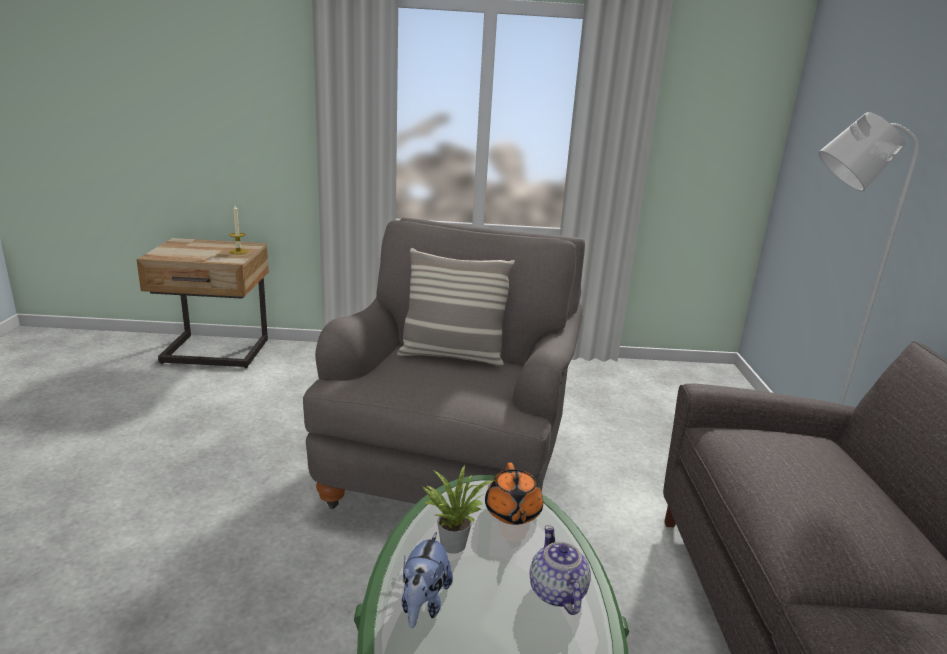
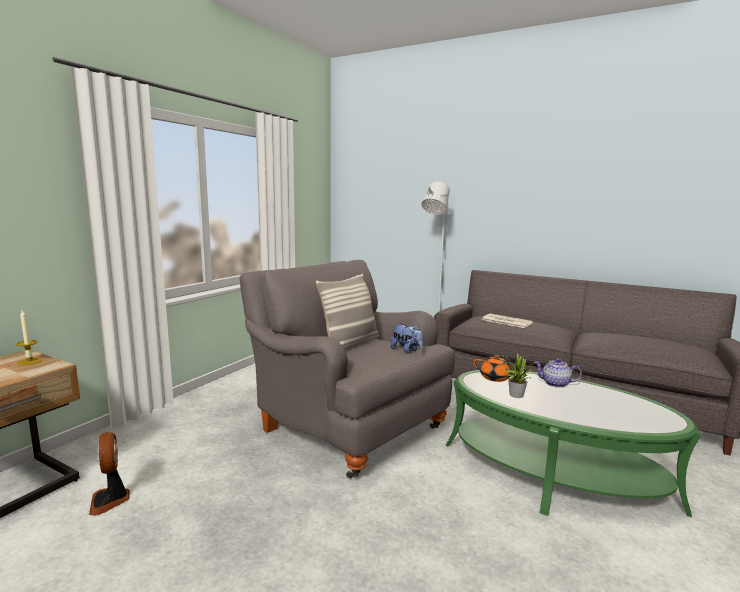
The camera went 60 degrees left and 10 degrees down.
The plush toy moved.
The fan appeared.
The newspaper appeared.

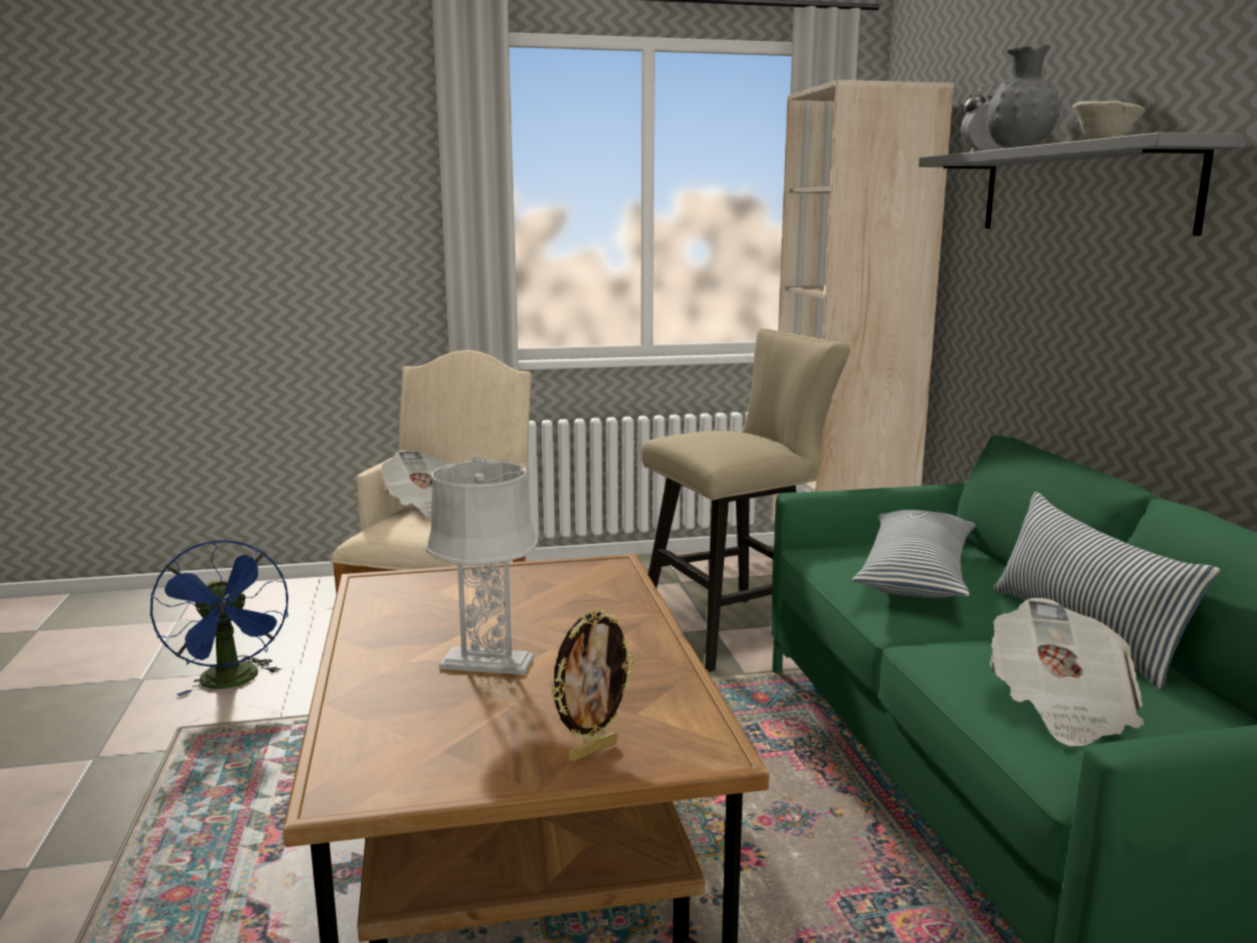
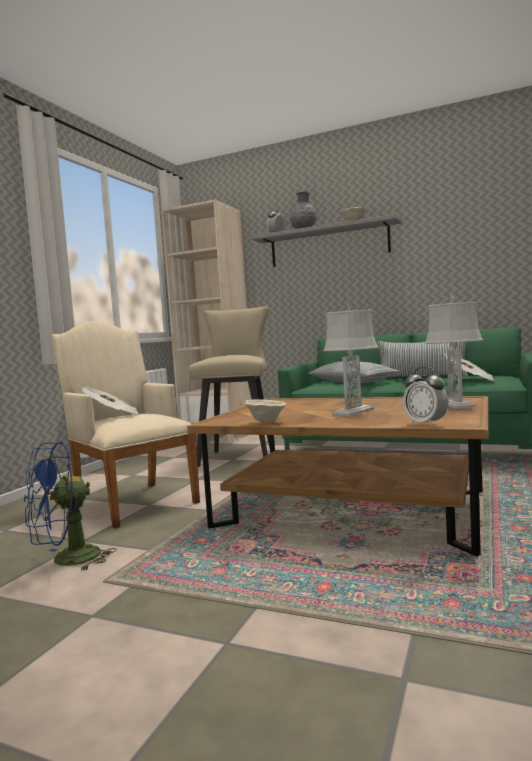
The camera went 55 degrees left and 10 degrees down.
The blue fan turned 135 degrees clockwise.
The picture frame was replaced by the grey table lamp (2nd from left).
The beige bowl (1st from left) appeared.
The alarm clock (2nd from left) appeared.

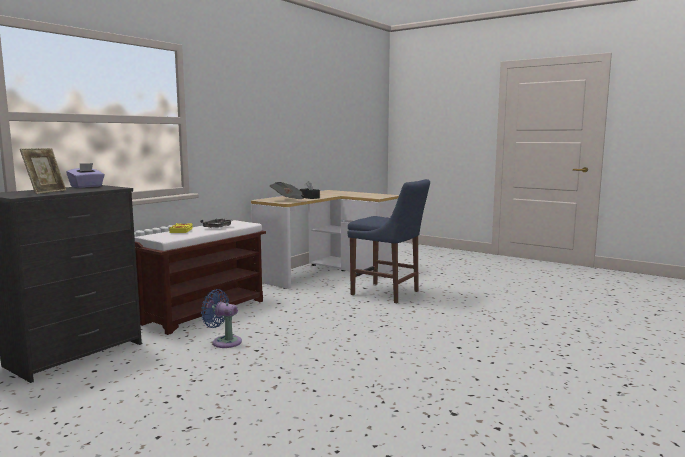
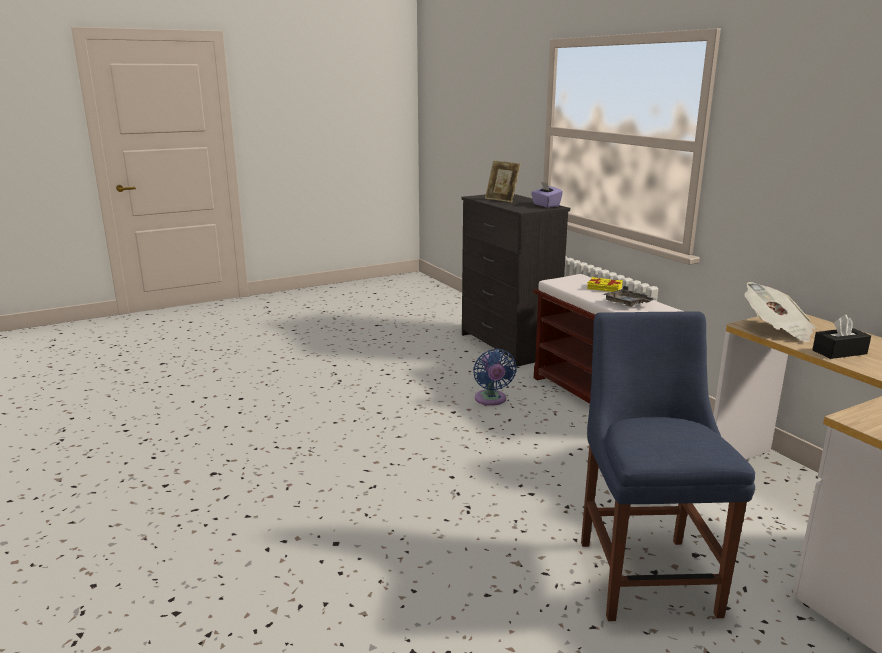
The camera went 115 degrees right and 10 degrees up.
The blue fan turned 120 degrees clockwise.
The blue chair turned 120 degrees clockwise.

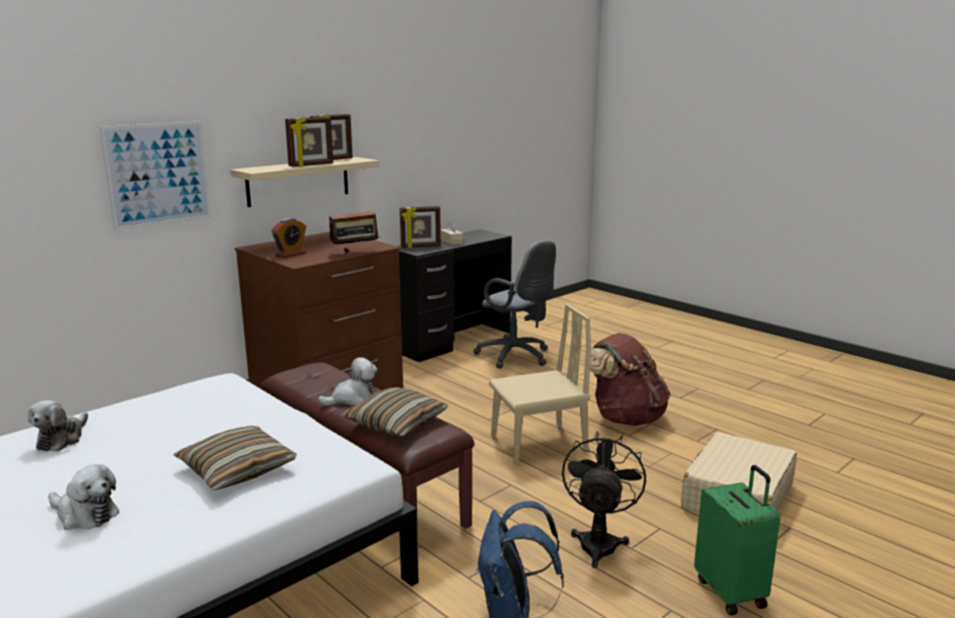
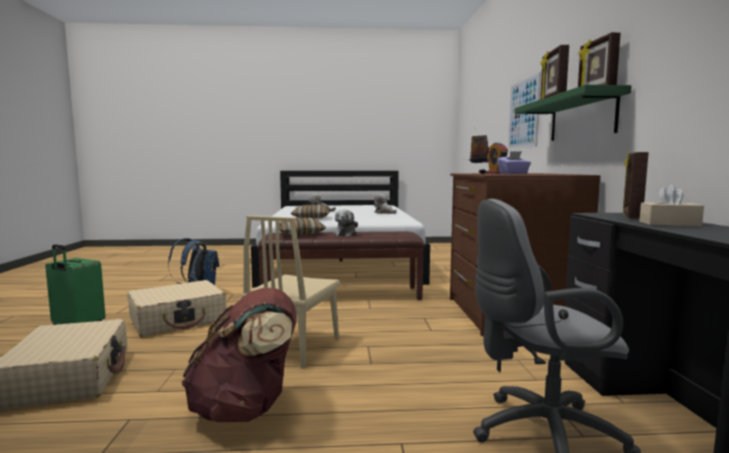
The camera went 130 degrees right and 10 degrees down.
The beige shelf became the green shelf.
The black fan was replaced by the beige suitcase (2nd from left).
The purple tissue box appeared.

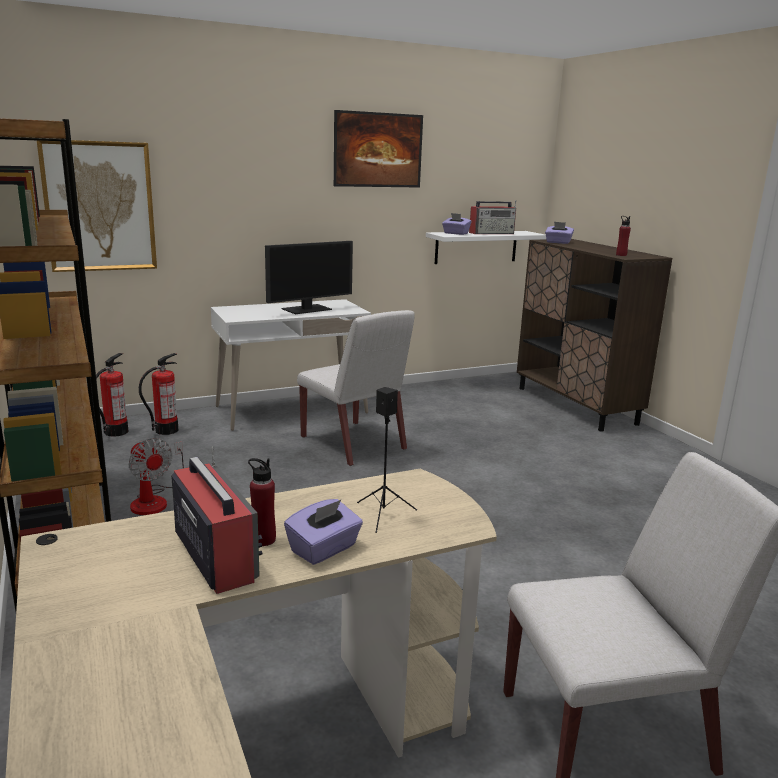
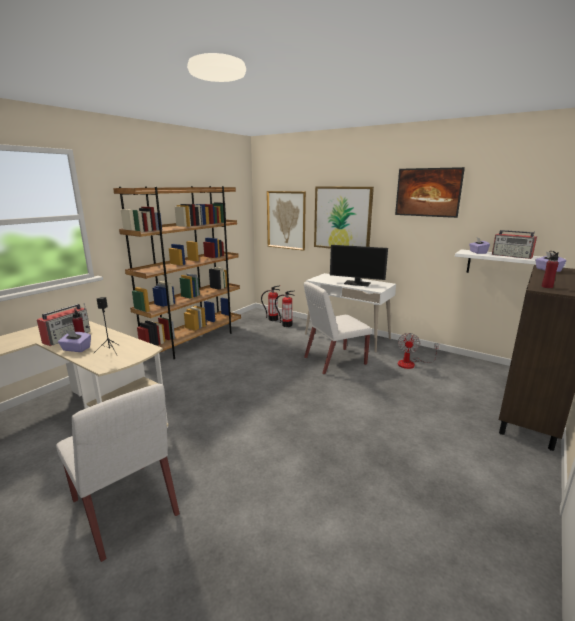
The camera went 60 degrees right and 0 degrees up.
The fan moved.
The white chair (1st from left in the first image) turned 45 degrees clockwise.
The picture (2nd from left) appeared.

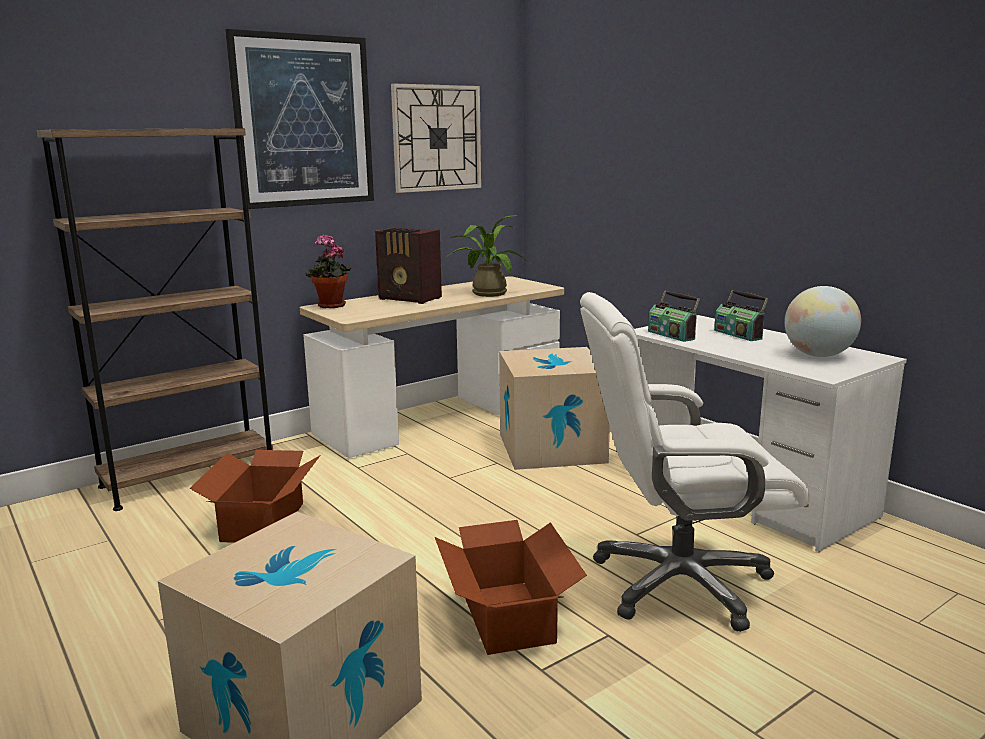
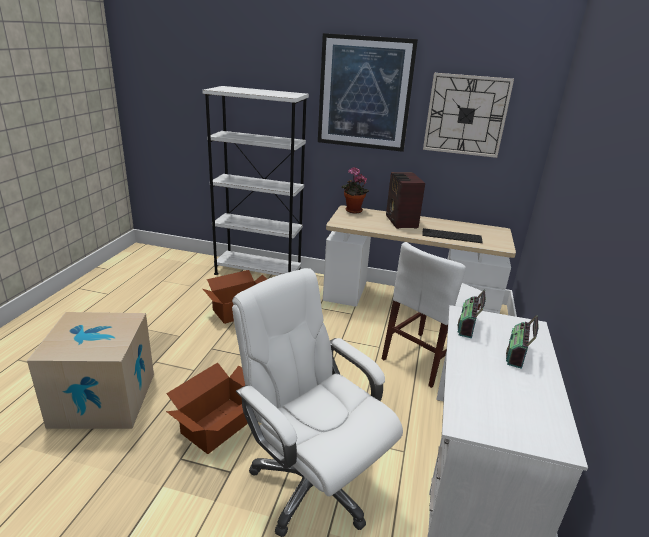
The camera went 50 degrees right and 10 degrees up.
The brown bookcase became the white bookcase.
The potted plant (2nd from left) was replaced by the keyboard.
The cardboard box (4th from left) was replaced by the white chair.
The globe disappeared.

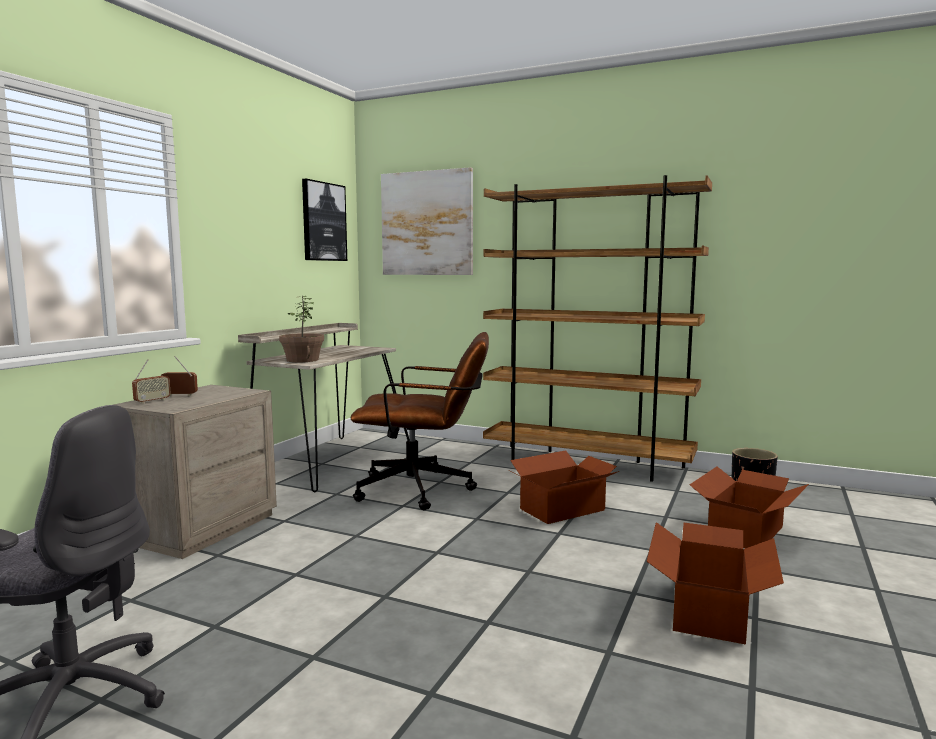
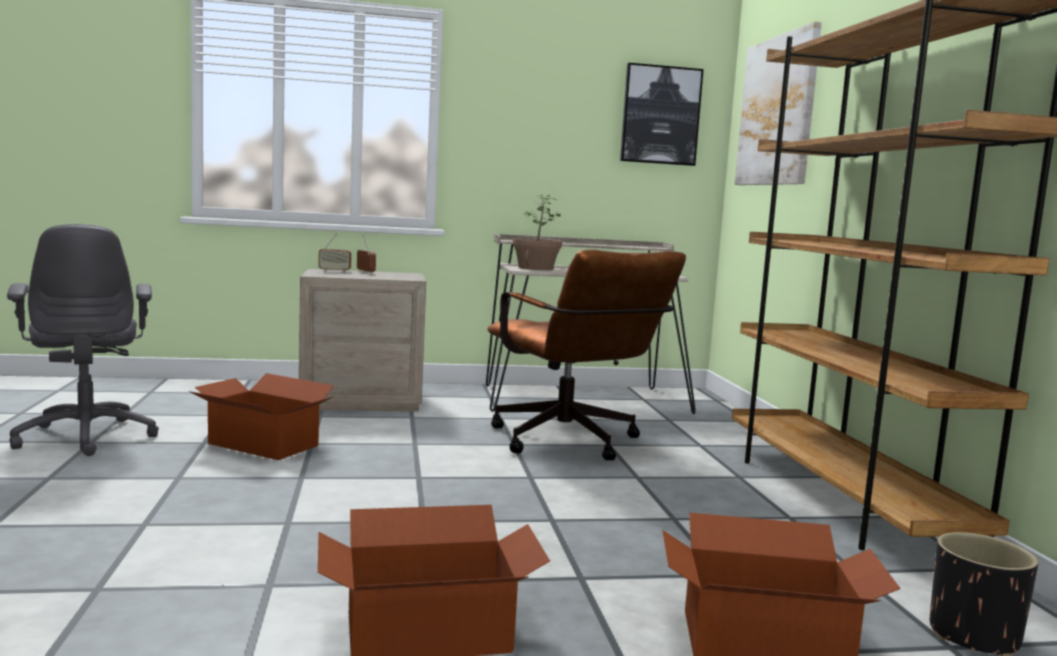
The camera went 55 degrees right and 0 degrees up.
The cardboard box (1st from left) moved.

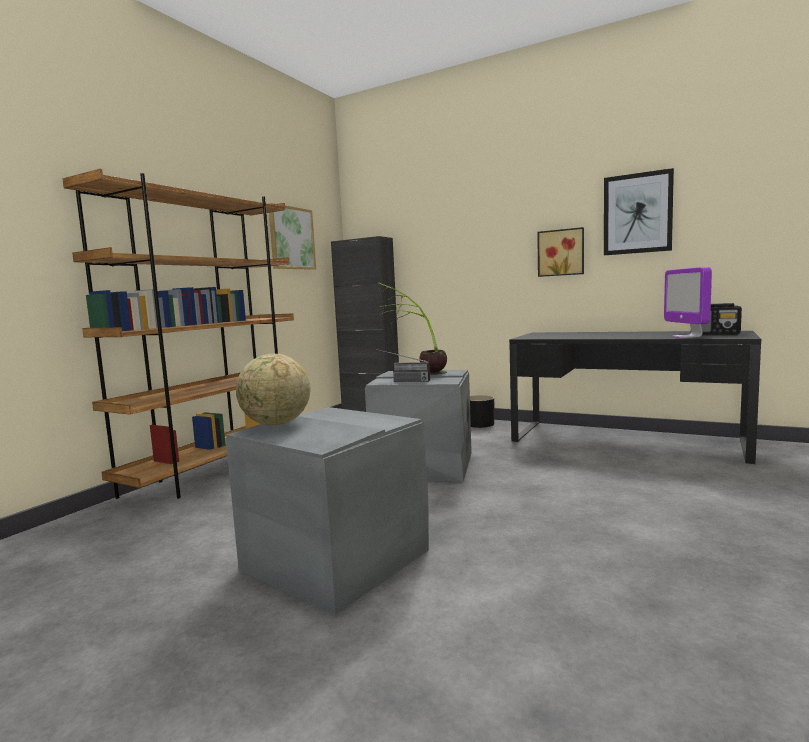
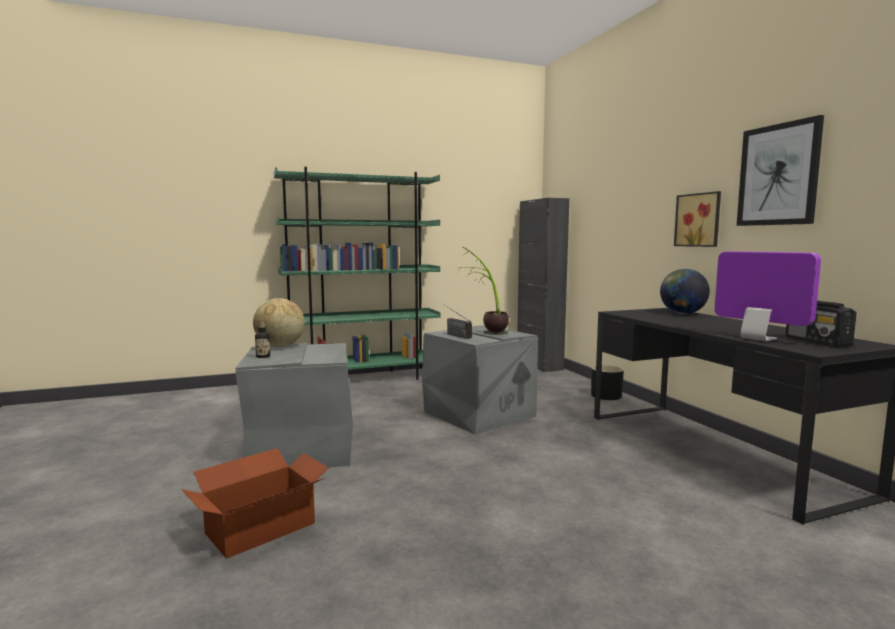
The camera went 40 degrees right and 0 degrees up.
The brown bookcase became the green bookcase.
The picture (1st from left) disappeared.
The monitor turned 105 degrees clockwise.
The cardboard box appeared.
The bottle appeared.
The globe (2nd from left) appeared.

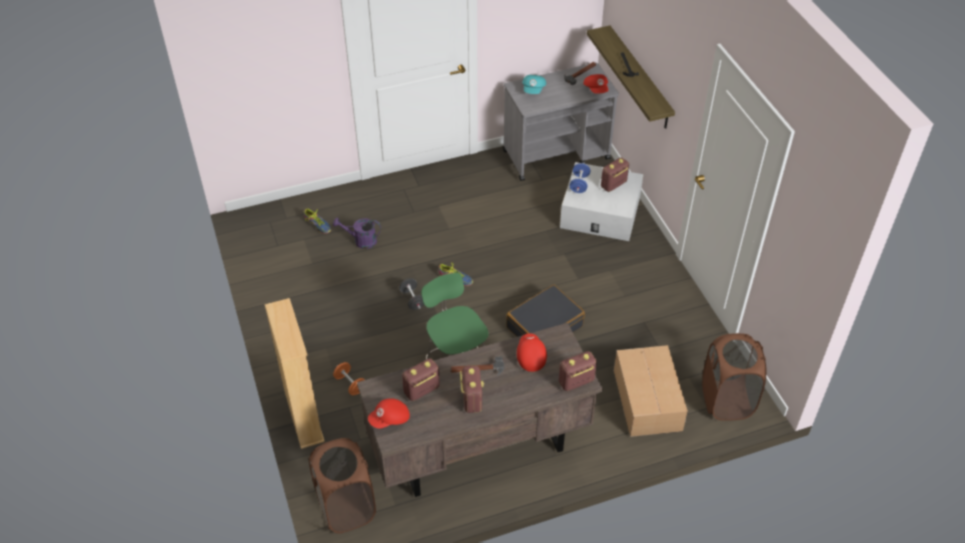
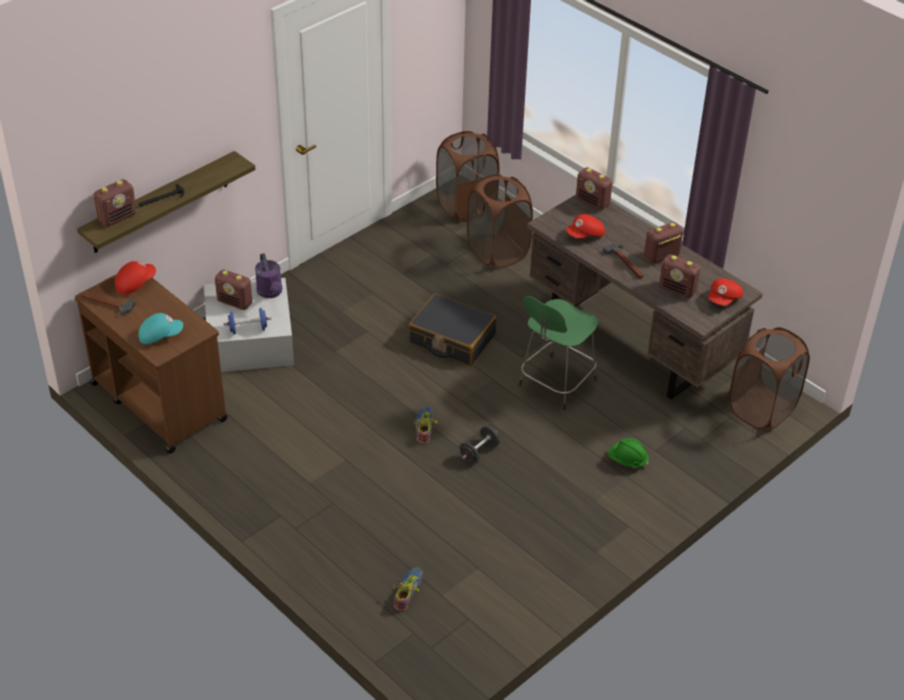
The camera went 115 degrees left and 5 degrees down.
The beige bookcase disappeared.
The purple watering can moved.
The orange dumbbell was replaced by the green hard hat.
The red cap (1st from left in the first image) turned 90 degrees clockwise.
The grey cart became the brown cart.
The cardboard box was replaced by the brown laundry basket (2nd from left).
The radio (1st from left) appeared.

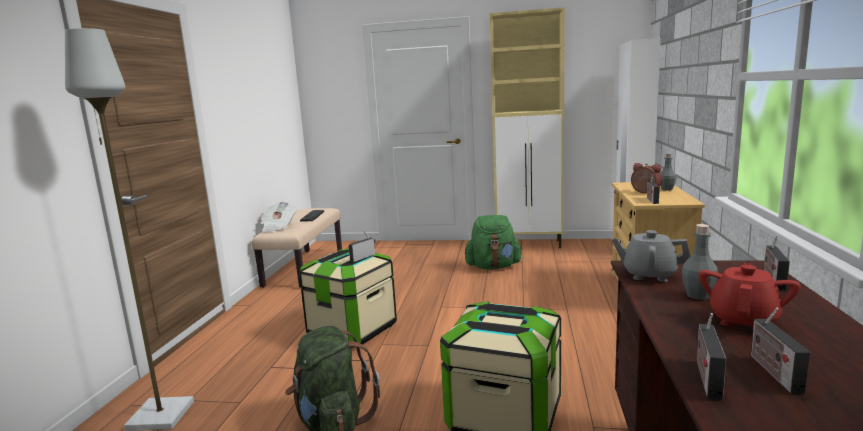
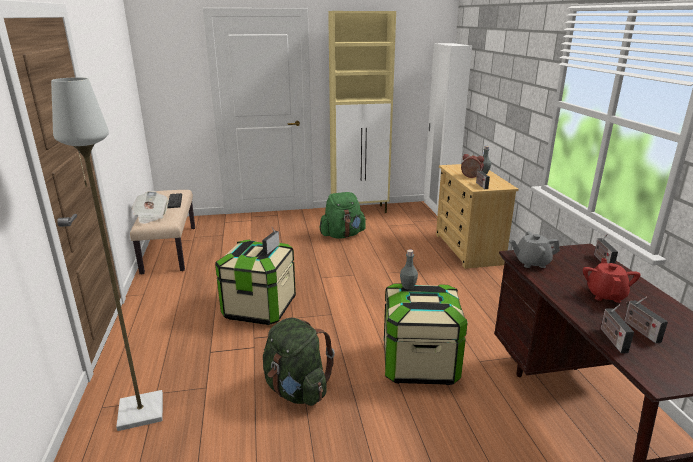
The camera went 20 degrees left and 10 degrees up.
The grey bottle (2nd from left in the first image) moved.

